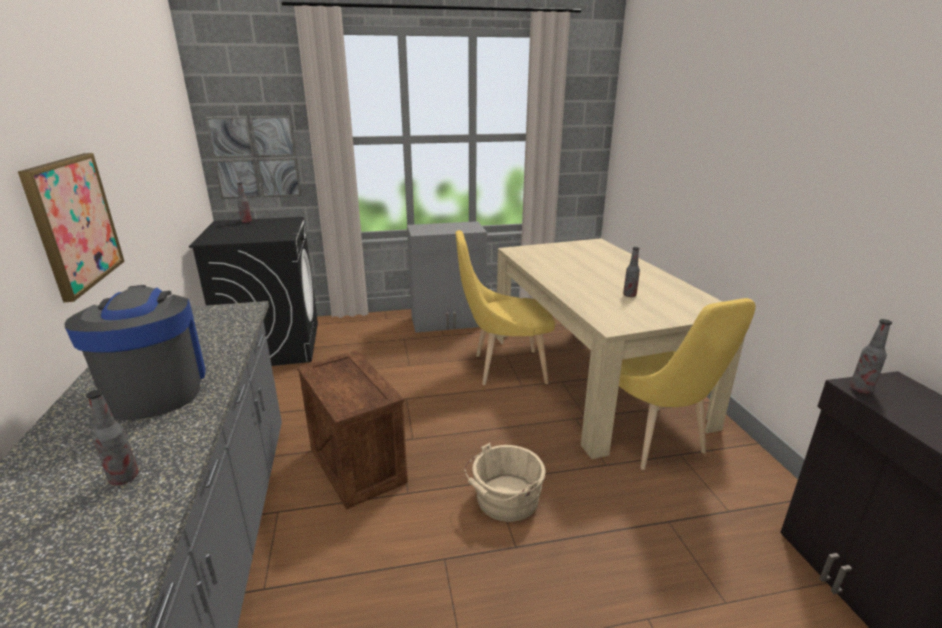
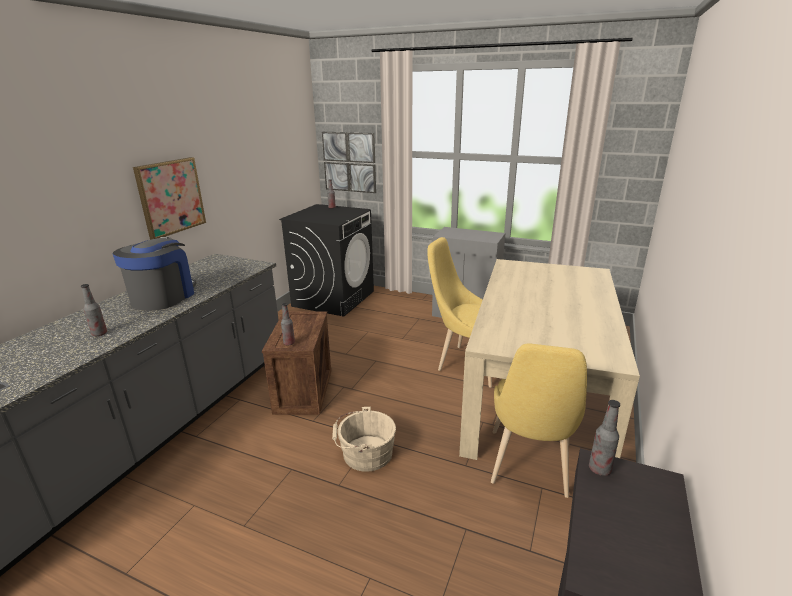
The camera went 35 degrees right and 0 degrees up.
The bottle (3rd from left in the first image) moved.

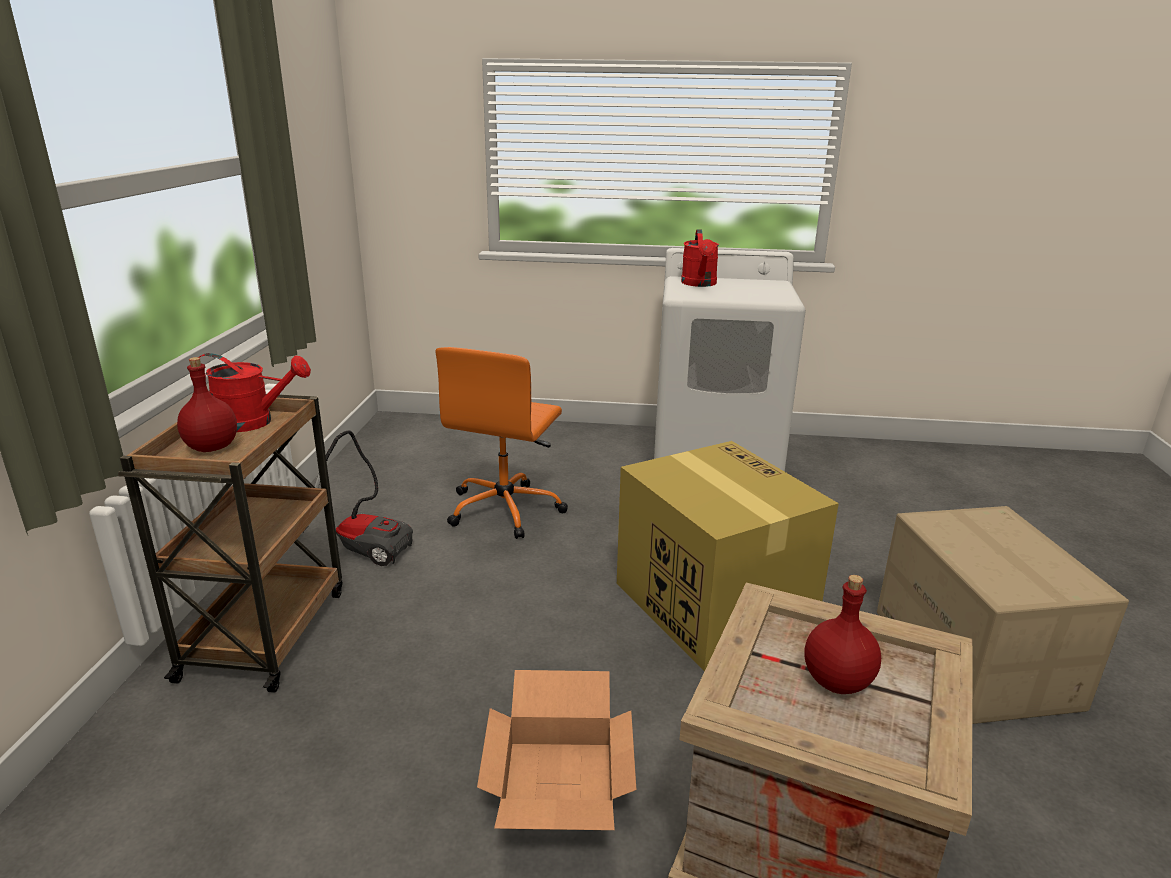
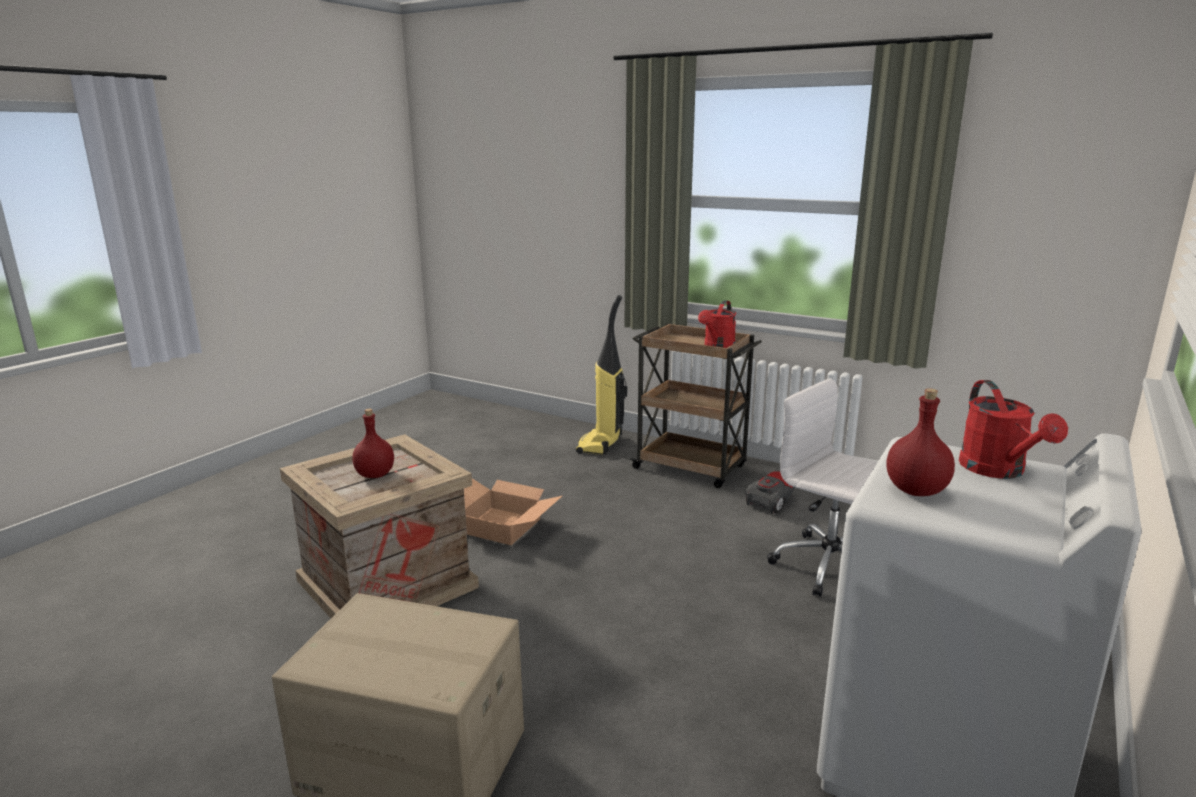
The camera went 115 degrees right and 5 degrees down.
The red bottle (1st from left in the first image) moved.
The orange office chair became the white office chair.
The cardboard box (2nd from left) disappeared.
The red watering can (2nd from left) turned 120 degrees counterclockwise.
The vacuum cleaner (1st from left) appeared.

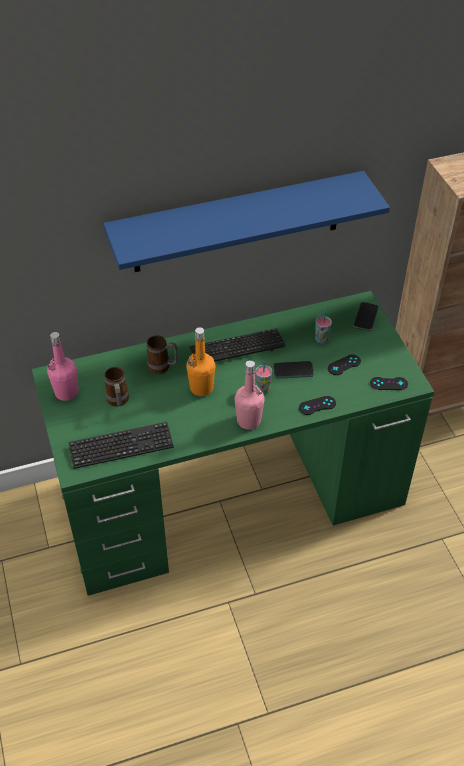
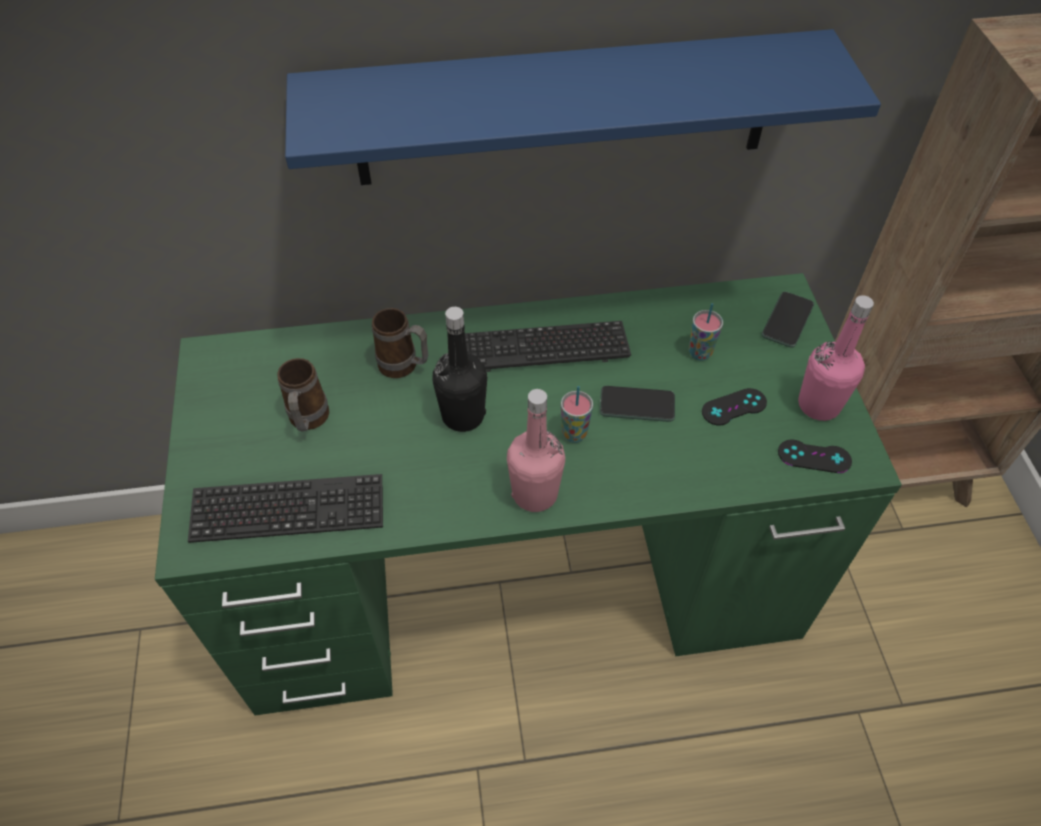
The camera went 10 degrees right and 5 degrees up.
The pink bottle (1st from left in the first image) moved.
The orange bottle became the black bottle.
The black game controller (1st from left) disappeared.

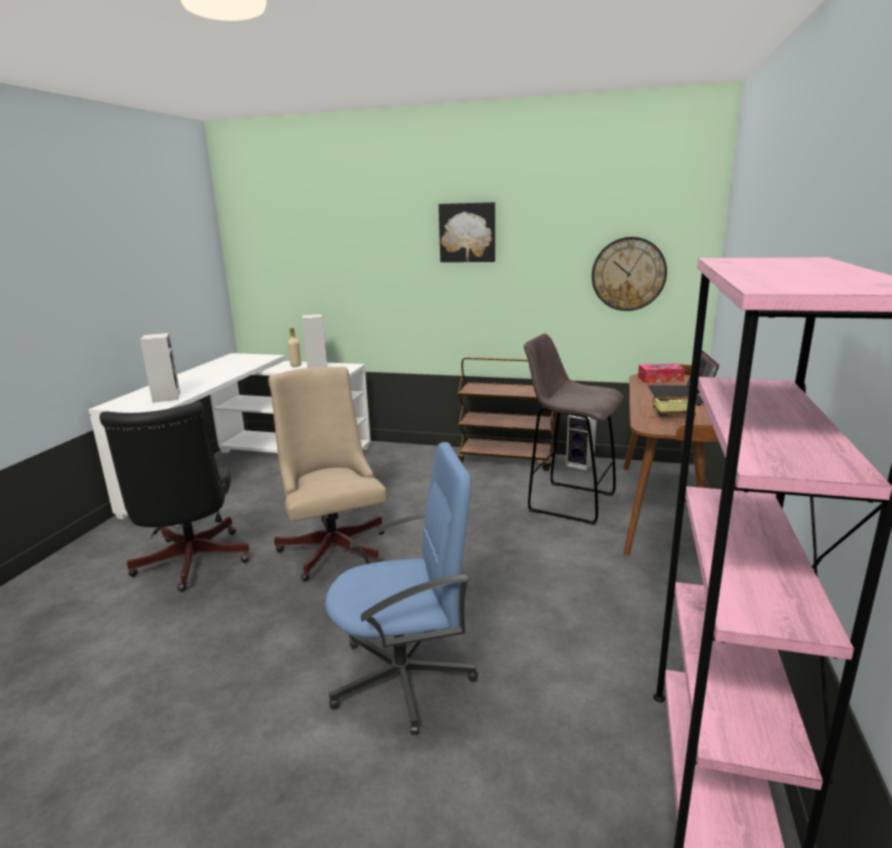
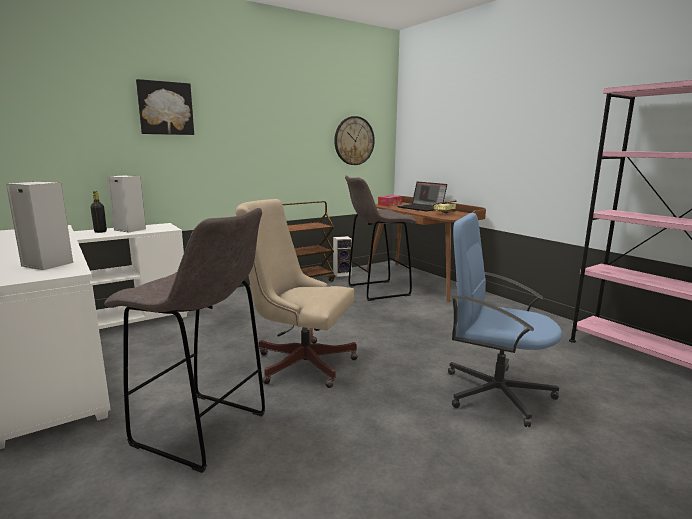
The camera went 50 degrees left and 5 degrees down.
The black office chair was replaced by the grey stool (1st from left).
The beige bottle became the black bottle.
The blue office chair turned 90 degrees counterclockwise.
The picture moved.

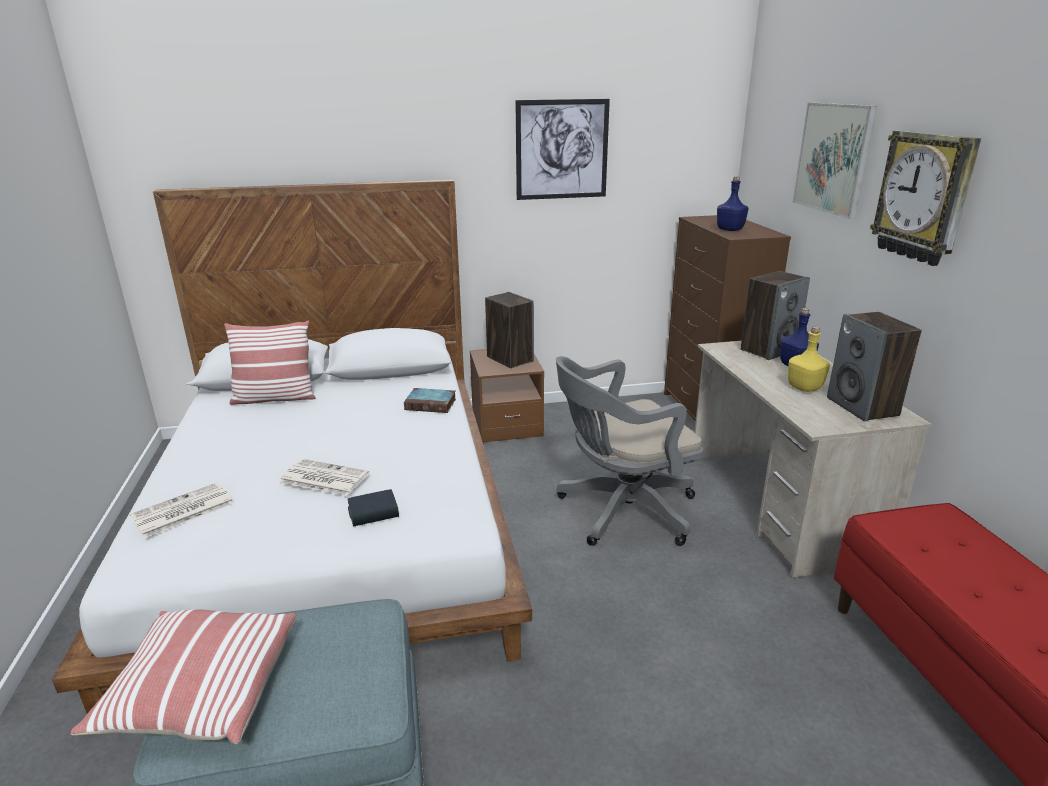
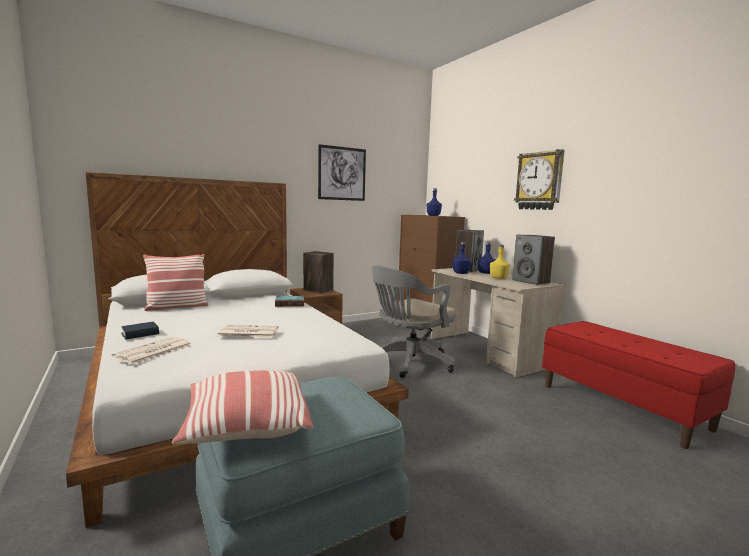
The camera went 20 degrees left and 15 degrees down.
The book (1st from left) moved.
The picture (2nd from left) disappeared.
The blue bottle (2nd from left) appeared.

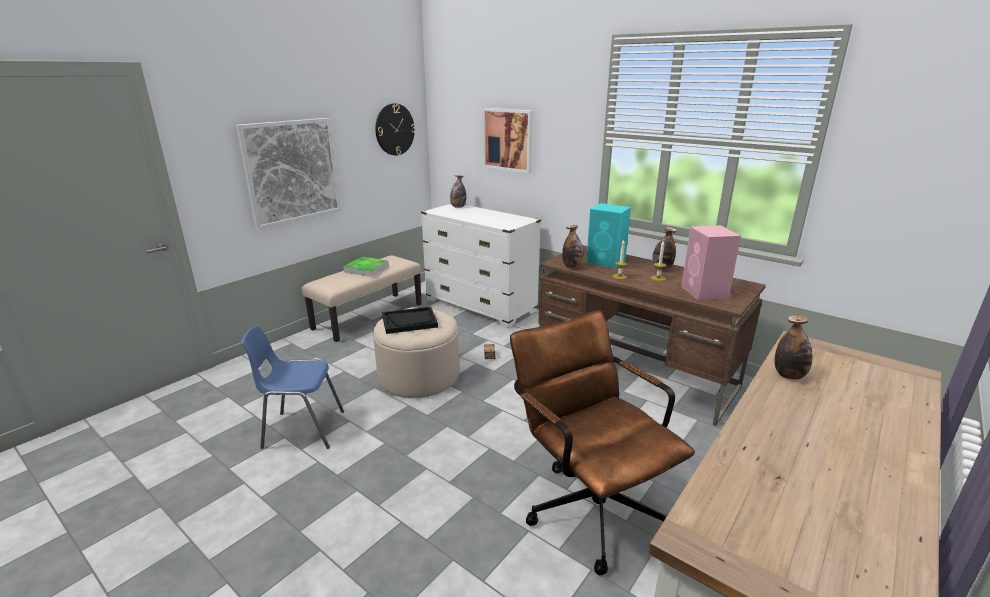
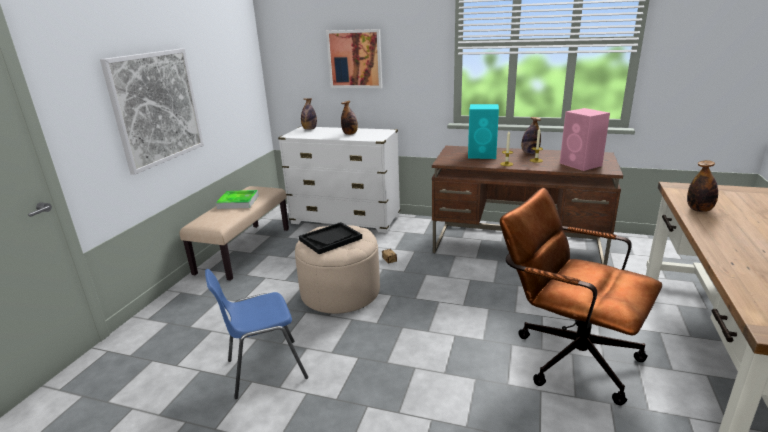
The camera went 20 degrees left and 0 degrees up.
The wall clock disappeared.
The bottle (2nd from left) moved.

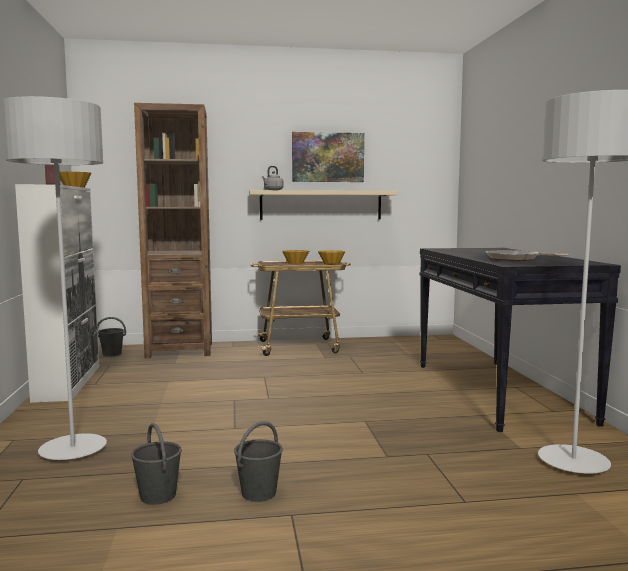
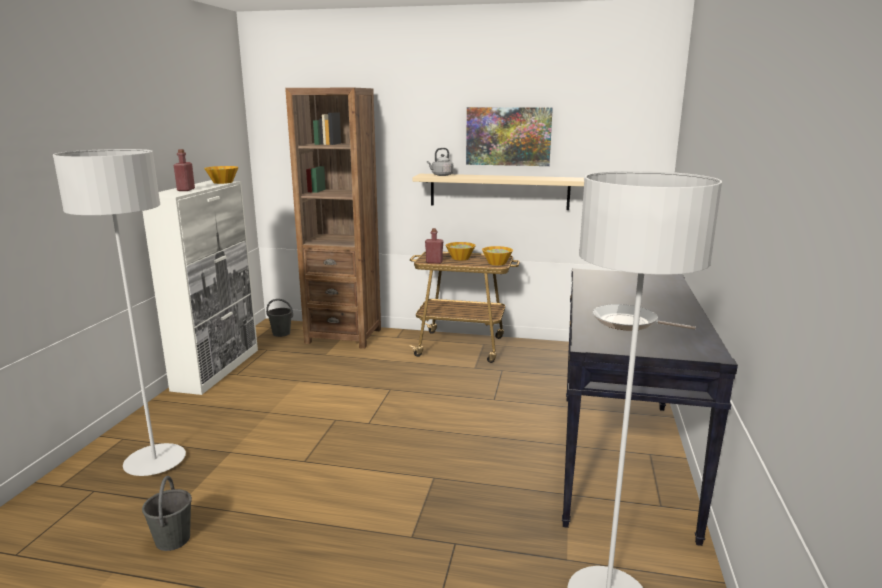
The camera went 20 degrees right and 10 degrees up.
The grey bucket (3rd from left) disappeared.
The red bottle (2nd from left) appeared.

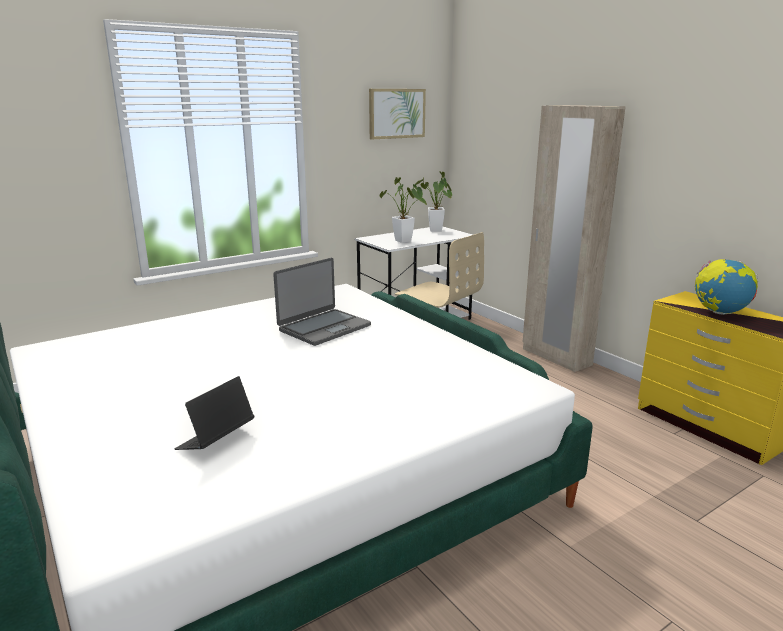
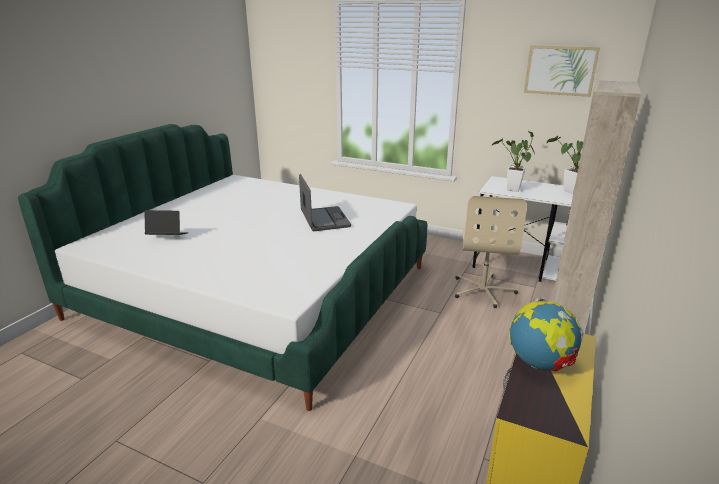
The camera went 60 degrees right and 5 degrees up.
The laptop (2nd from left) turned 120 degrees counterclockwise.

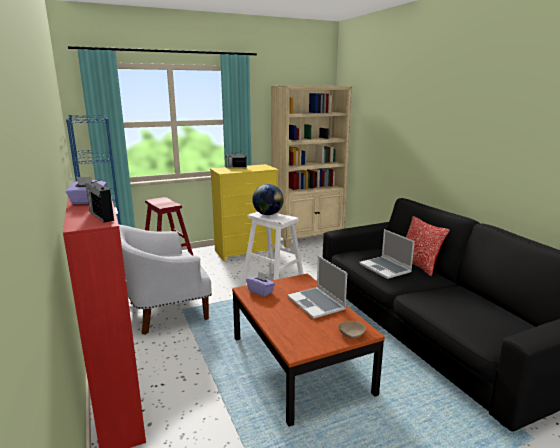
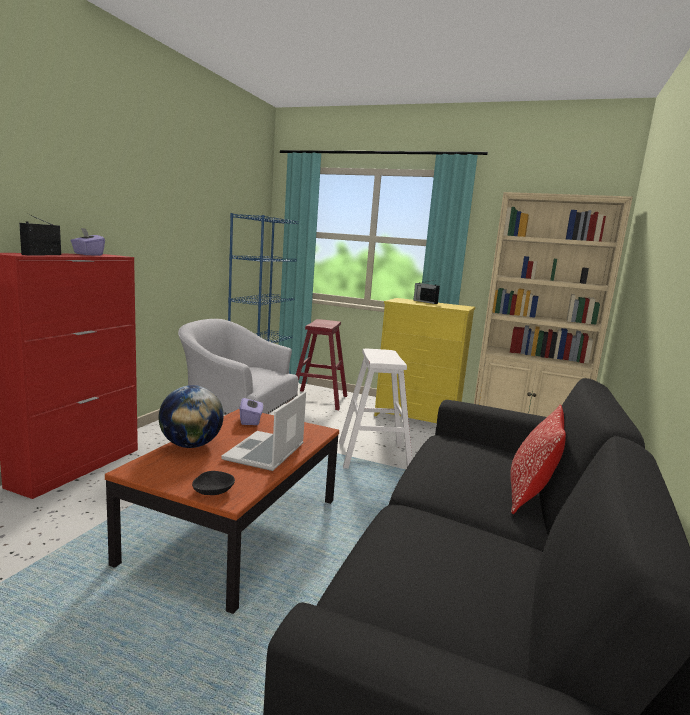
The camera went 45 degrees right and 5 degrees down.
The globe moved.
The beige bowl became the black bowl.
The laptop (2nd from left) disappeared.

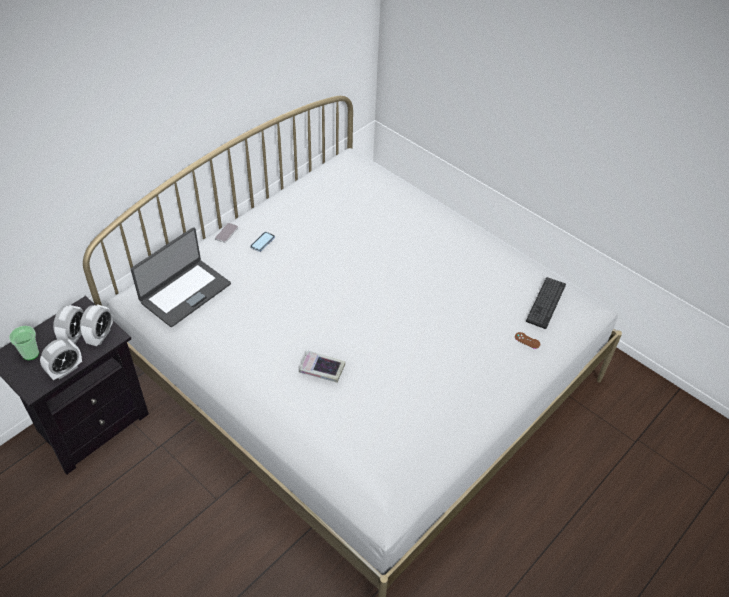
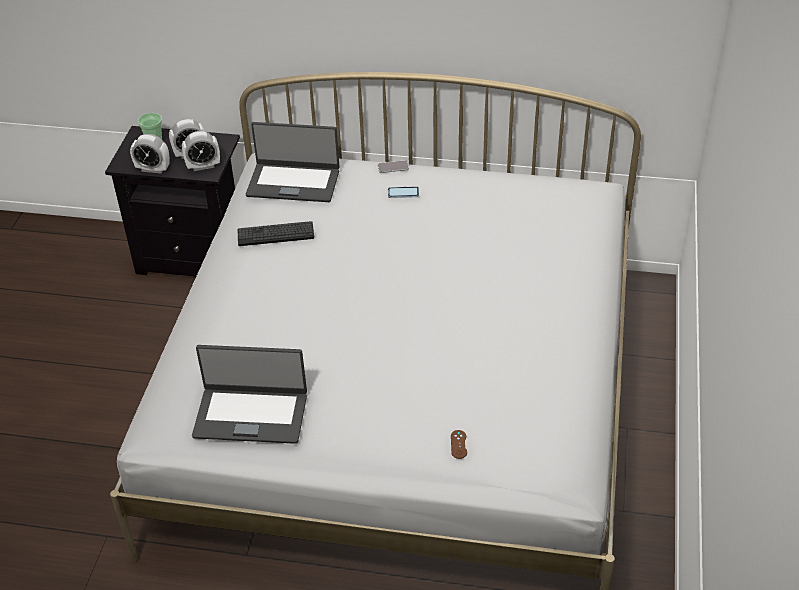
The camera went 60 degrees right and 5 degrees down.
The book disappeared.
The keyboard moved.
The laptop (1st from left) appeared.

